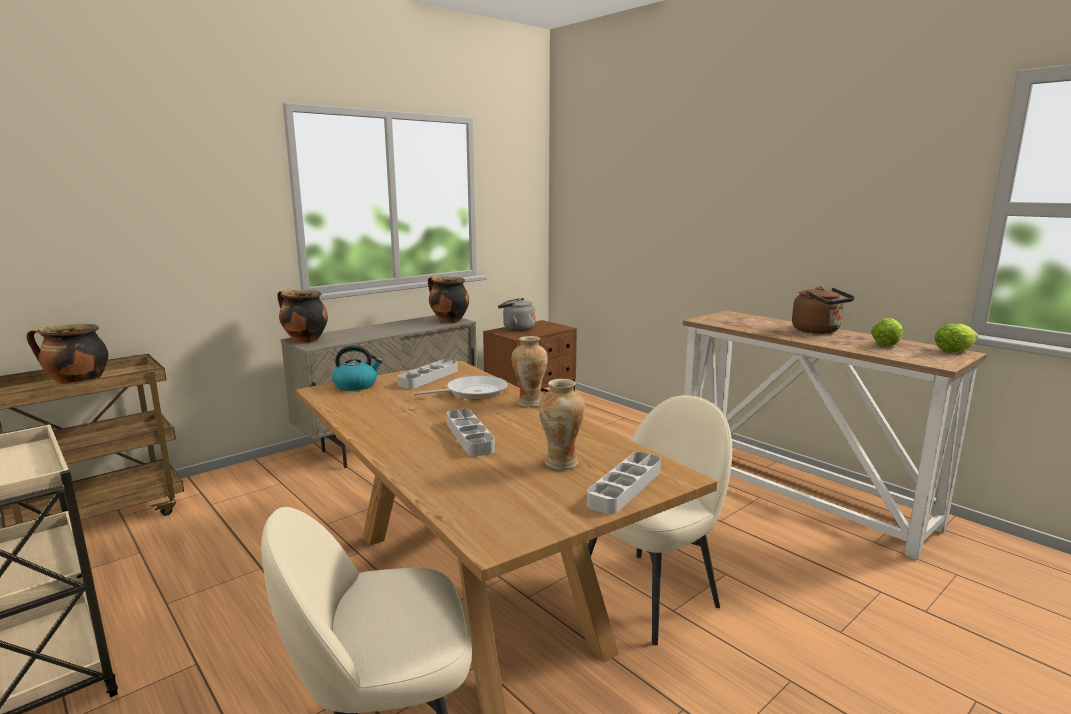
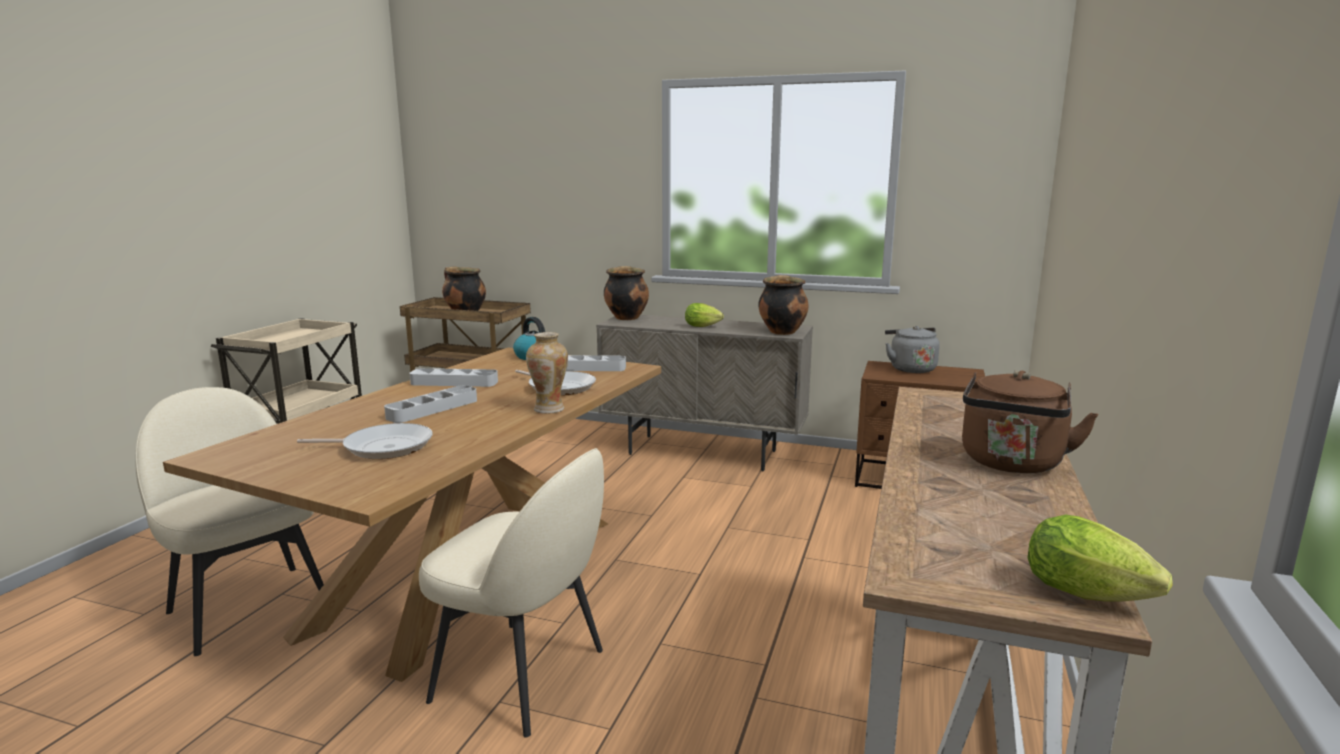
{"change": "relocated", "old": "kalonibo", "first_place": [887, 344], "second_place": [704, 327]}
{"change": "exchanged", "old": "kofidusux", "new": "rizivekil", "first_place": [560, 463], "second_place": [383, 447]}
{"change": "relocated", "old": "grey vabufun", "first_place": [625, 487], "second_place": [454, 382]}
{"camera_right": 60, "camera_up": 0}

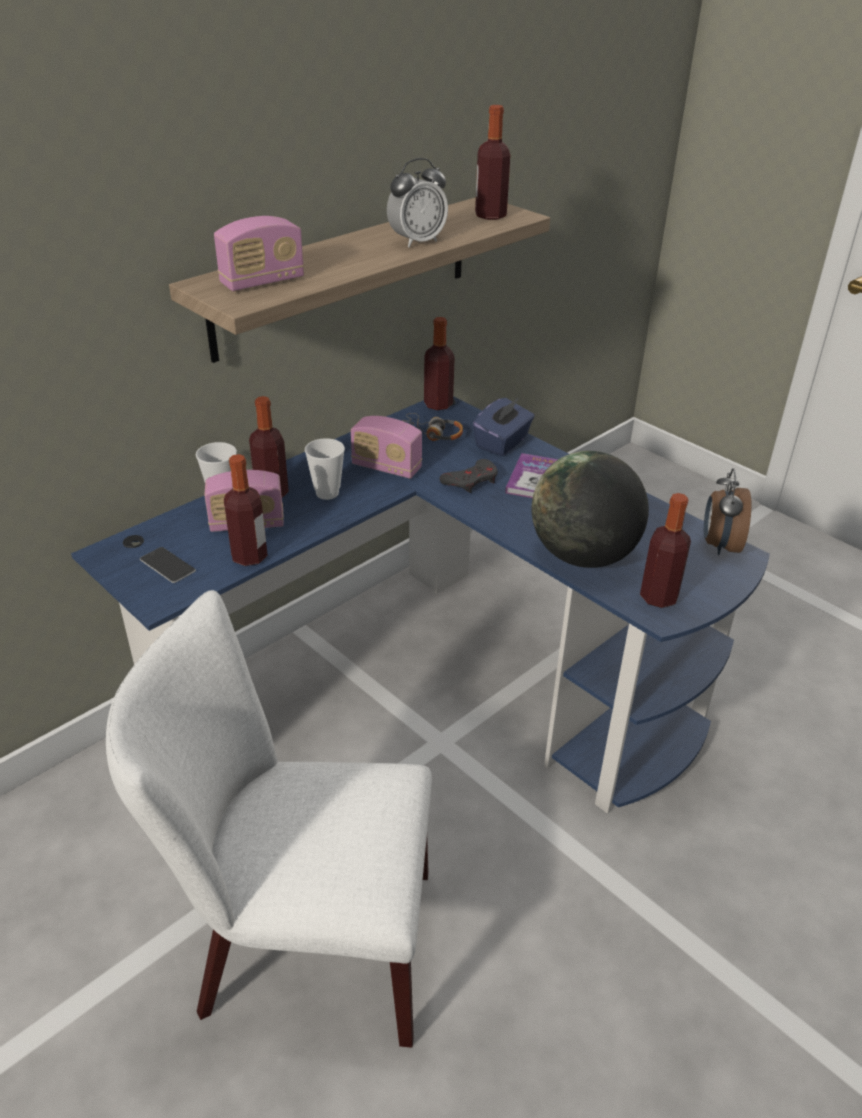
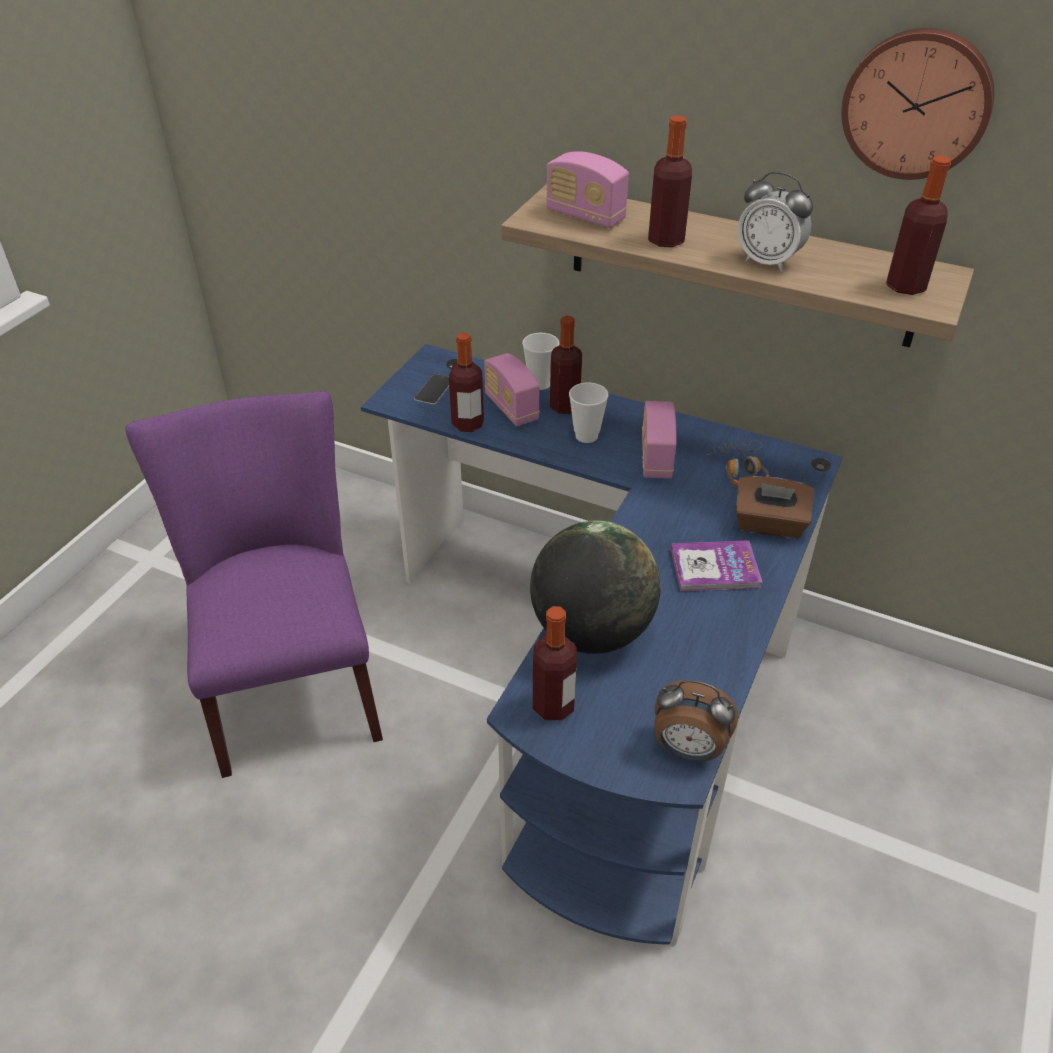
{"change": "relocated", "old": "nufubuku", "first_place": [438, 404], "second_place": [666, 240]}
{"change": "colour", "old": "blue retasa", "new": "brown retasa", "first_place": [502, 443], "second_place": [769, 525]}
{"change": "missing", "old": "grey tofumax", "first_place": [471, 480]}
{"change": "spun", "old": "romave", "first_place": [719, 545], "second_place": [688, 749], "degrees": -150}
{"change": "colour", "old": "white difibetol", "new": "purple difibetol", "first_place": [302, 943], "second_place": [291, 681]}
{"change": "appeared", "new": "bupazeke", "second_place": [917, 103]}
{"camera_right": 70, "camera_up": 5}

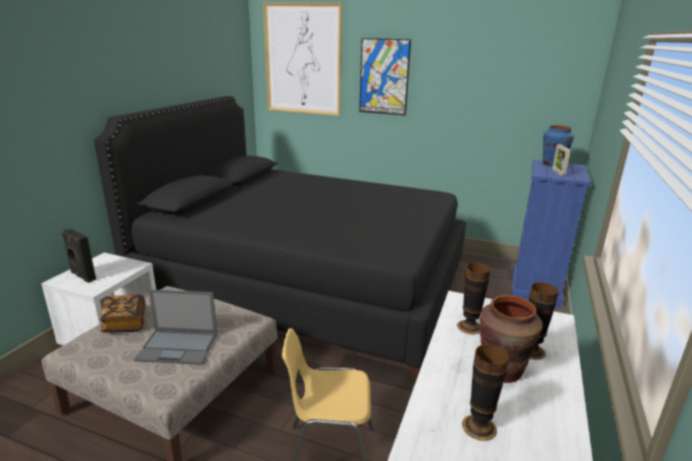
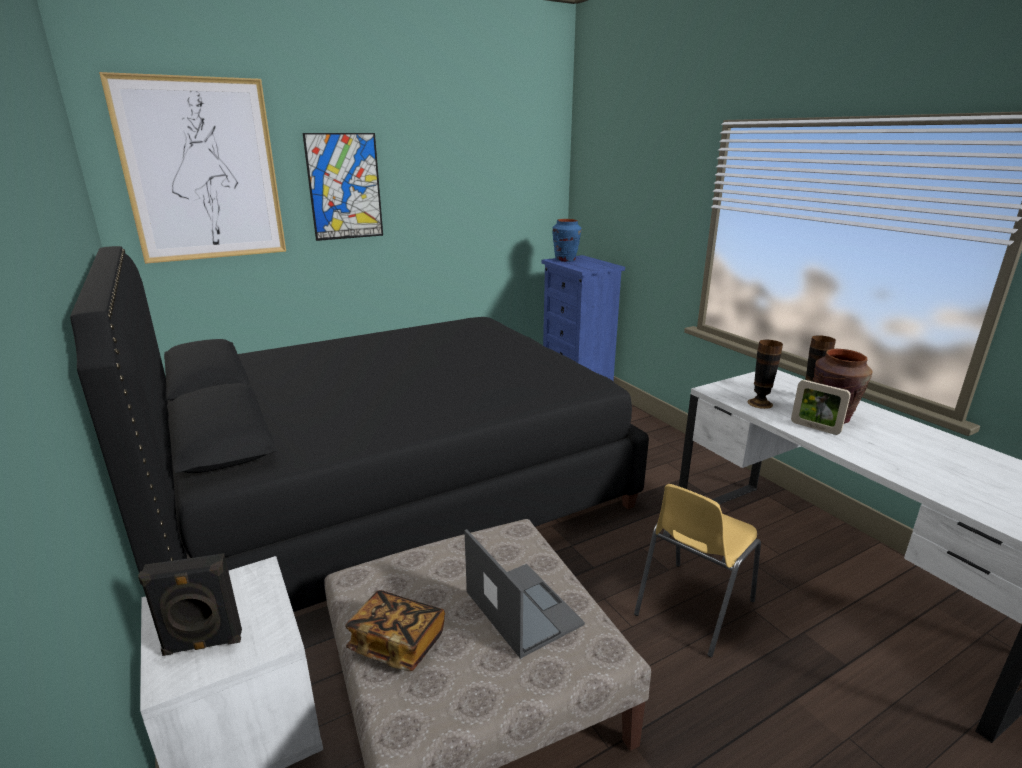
{"change": "relocated", "old": "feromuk", "first_place": [558, 172], "second_place": [815, 428]}
{"change": "spun", "old": "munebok", "first_place": [179, 347], "second_place": [521, 607], "degrees": -75}
{"change": "missing", "old": "kofidusux", "first_place": [479, 427]}
{"camera_right": -50, "camera_up": 0}

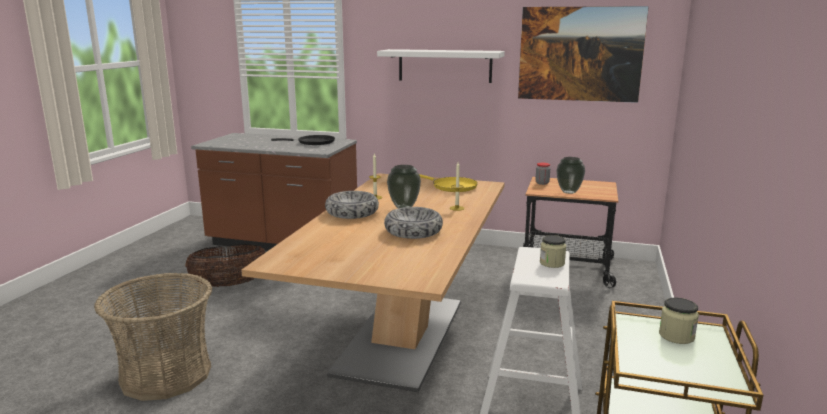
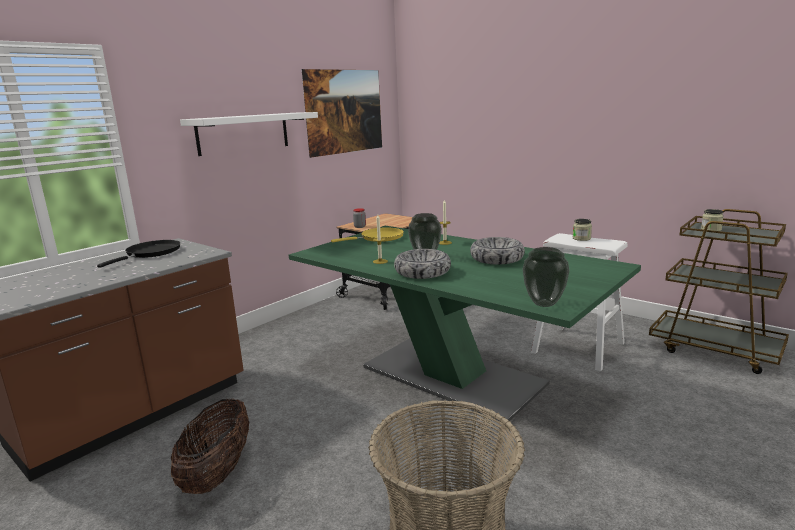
{"change": "relocated", "old": "kofidusux", "first_place": [569, 192], "second_place": [544, 303]}
{"change": "colour", "old": "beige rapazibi", "new": "green rapazibi", "first_place": [401, 337], "second_place": [452, 376]}
{"camera_right": -65, "camera_up": 0}

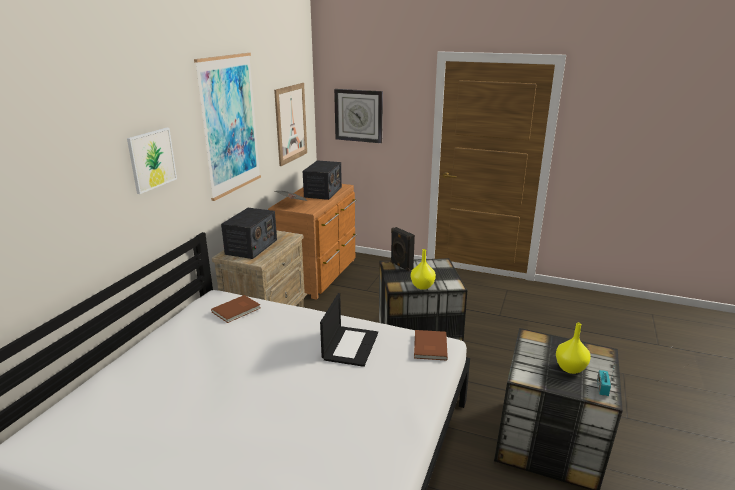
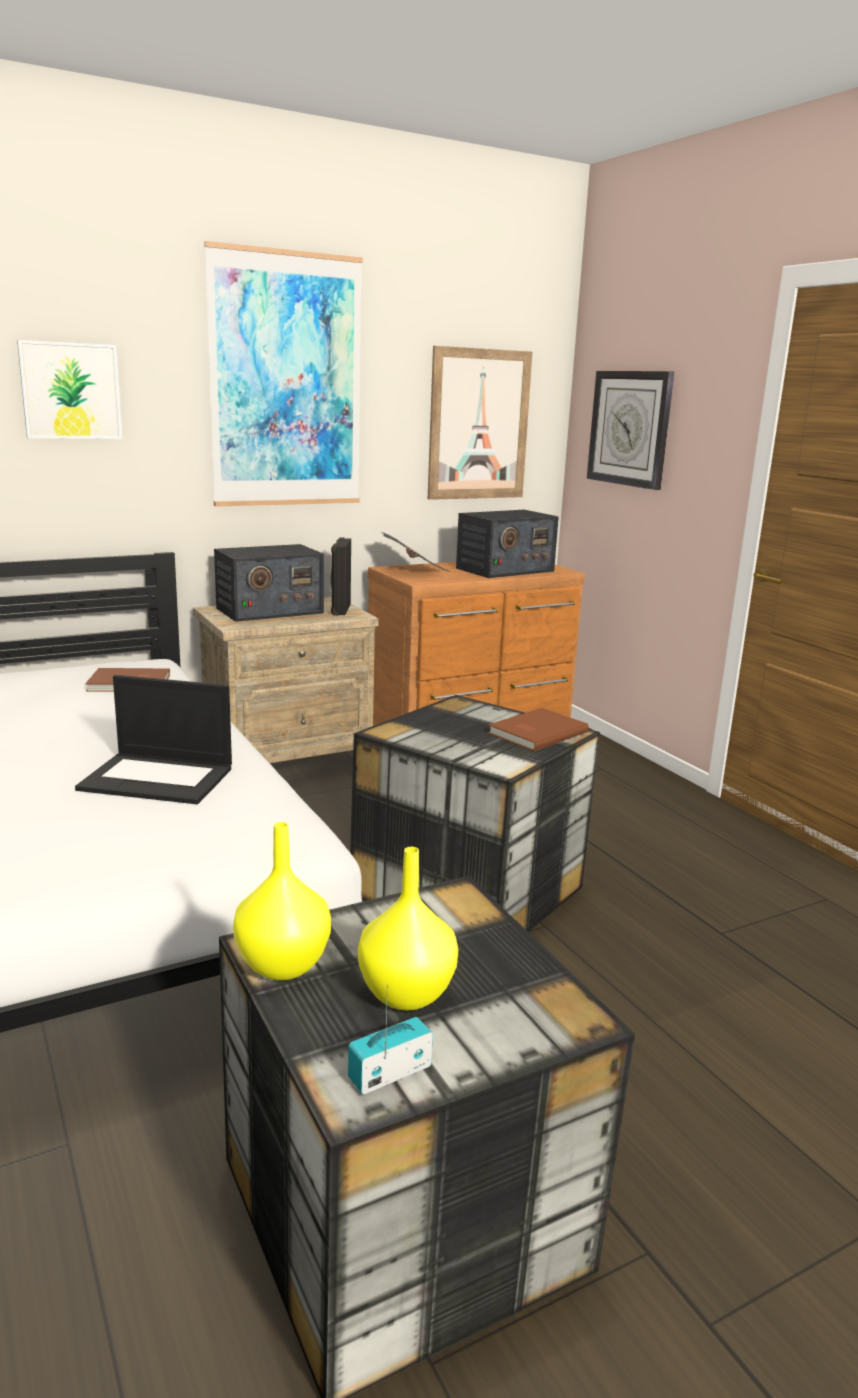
{"change": "relocated", "old": "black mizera", "first_place": [401, 266], "second_place": [340, 609]}
{"change": "relocated", "old": "yellow kofidusux", "first_place": [422, 286], "second_place": [285, 965]}
{"change": "spun", "old": "munebok", "first_place": [350, 345], "second_place": [159, 778], "degrees": 45}
{"change": "relocated", "old": "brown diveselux", "first_place": [429, 347], "second_place": [535, 732]}
{"camera_right": 40, "camera_up": -5}

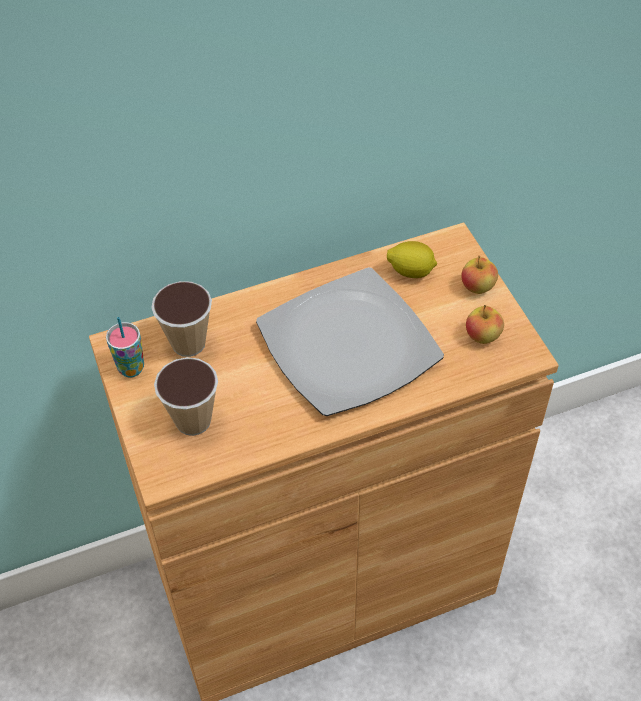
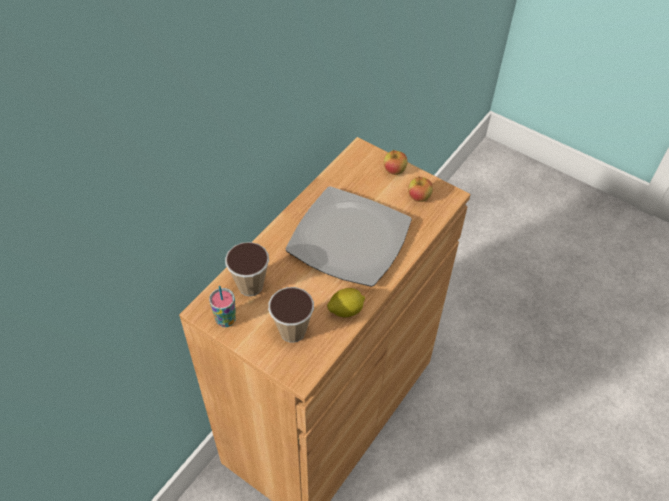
{"change": "relocated", "old": "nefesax", "first_place": [411, 271], "second_place": [345, 310]}
{"camera_right": -35, "camera_up": 0}

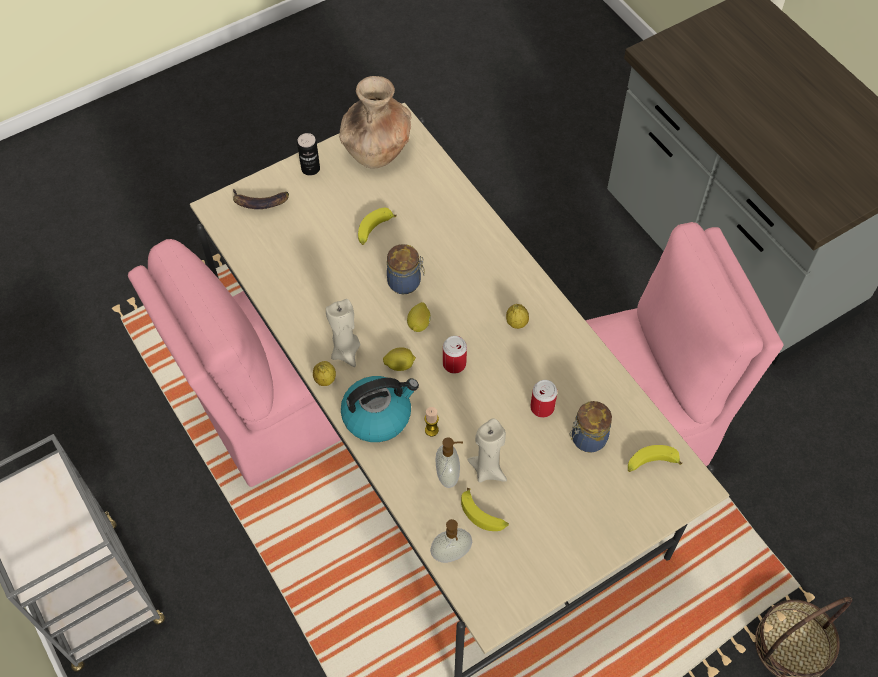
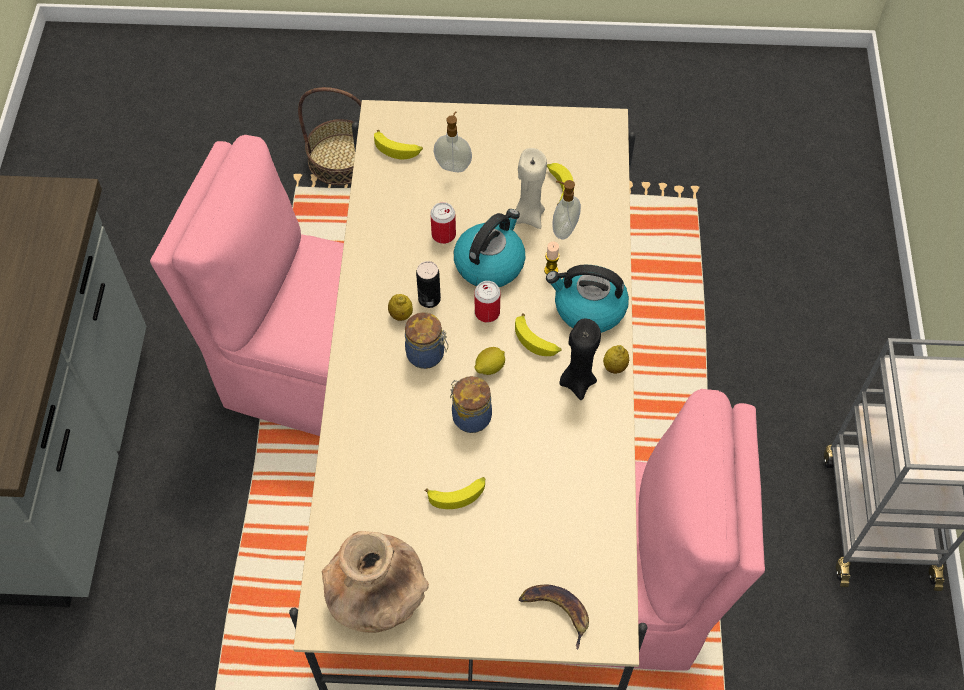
{"change": "relocated", "old": "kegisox", "first_place": [310, 169], "second_place": [429, 299]}
{"change": "colour", "old": "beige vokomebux", "new": "black vokomebux", "first_place": [346, 352], "second_place": [577, 381]}
{"change": "exchanged", "old": "nefesax", "new": "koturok", "first_place": [399, 365], "second_place": [536, 340]}
{"change": "relocated", "old": "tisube", "first_place": [587, 438], "second_place": [427, 355]}
{"change": "relocated", "old": "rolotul", "first_place": [451, 555], "second_place": [453, 165]}
{"change": "appeared", "new": "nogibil", "second_place": [490, 263]}
{"camera_right": -145, "camera_up": 0}

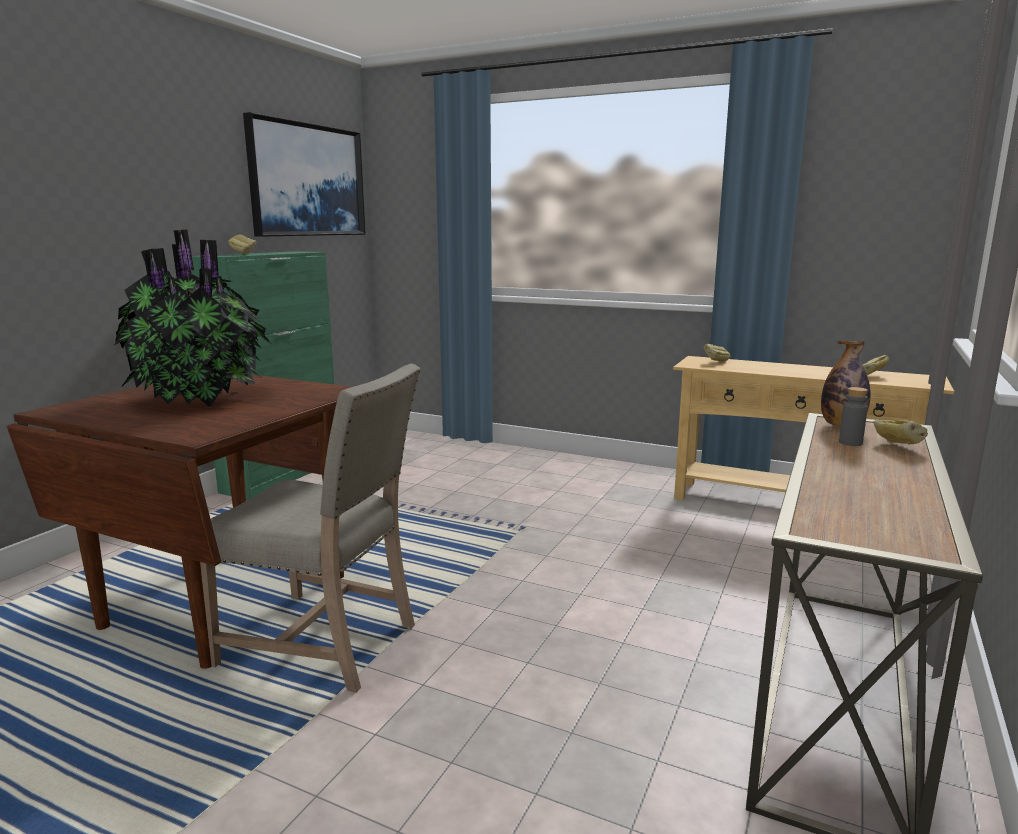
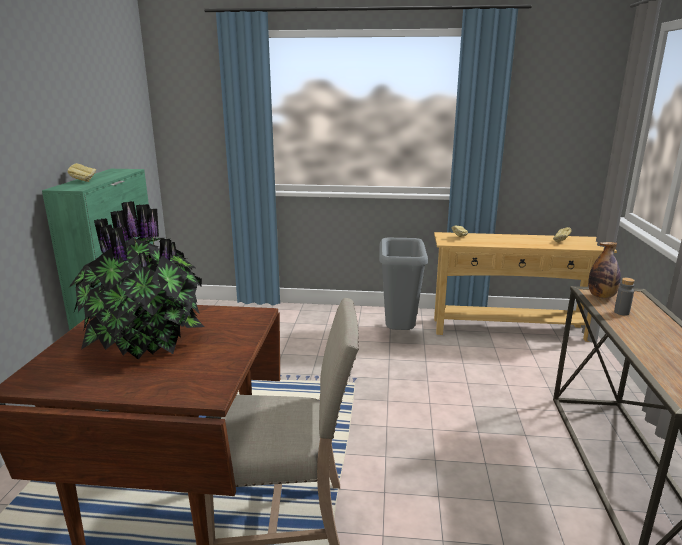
{"change": "missing", "old": "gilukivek", "first_place": [307, 180]}
{"change": "missing", "old": "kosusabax", "first_place": [896, 446]}
{"change": "appeared", "new": "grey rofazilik", "second_place": [398, 332]}
{"camera_right": -20, "camera_up": 5}

